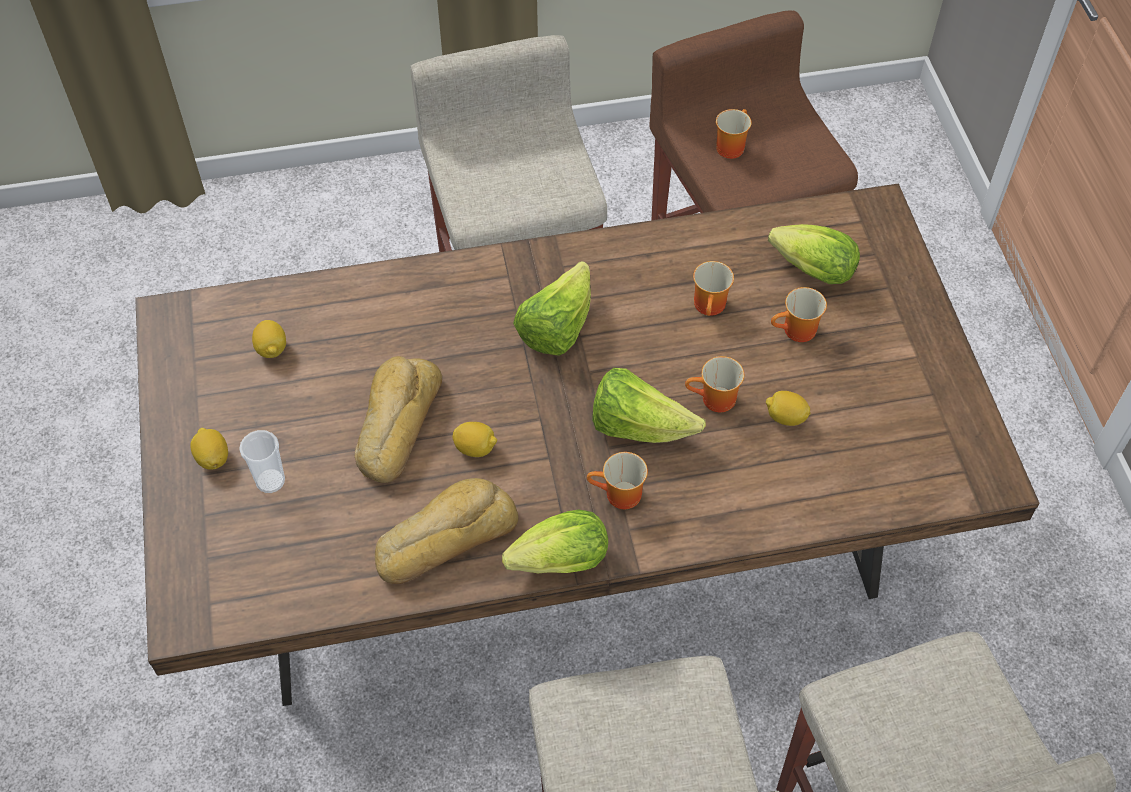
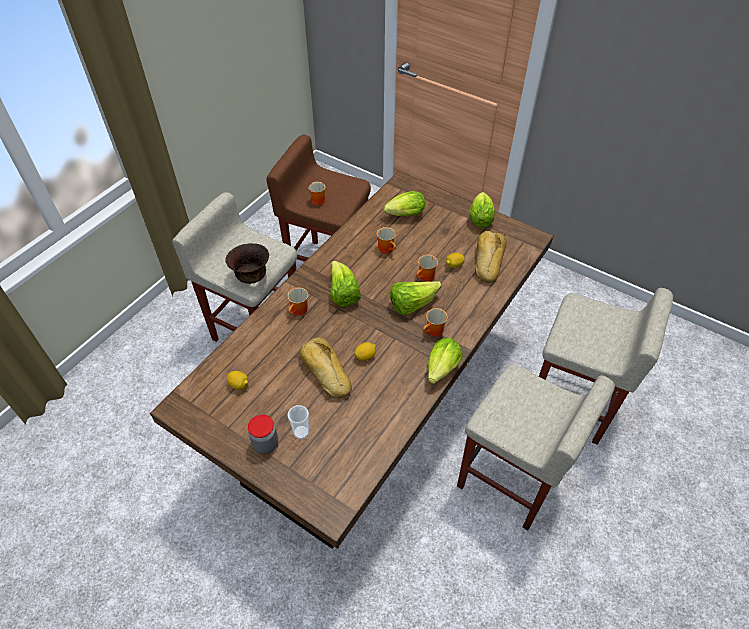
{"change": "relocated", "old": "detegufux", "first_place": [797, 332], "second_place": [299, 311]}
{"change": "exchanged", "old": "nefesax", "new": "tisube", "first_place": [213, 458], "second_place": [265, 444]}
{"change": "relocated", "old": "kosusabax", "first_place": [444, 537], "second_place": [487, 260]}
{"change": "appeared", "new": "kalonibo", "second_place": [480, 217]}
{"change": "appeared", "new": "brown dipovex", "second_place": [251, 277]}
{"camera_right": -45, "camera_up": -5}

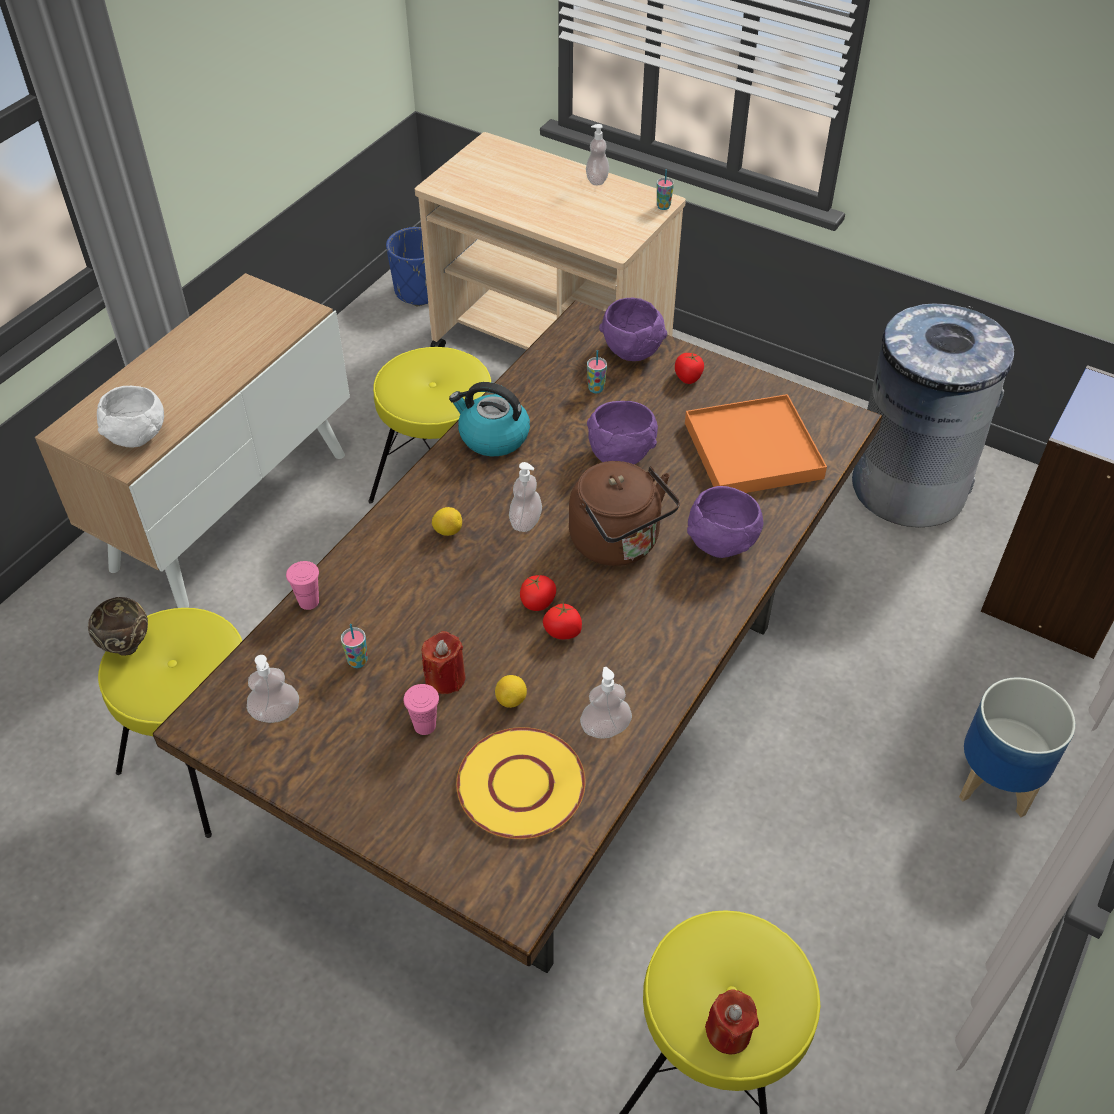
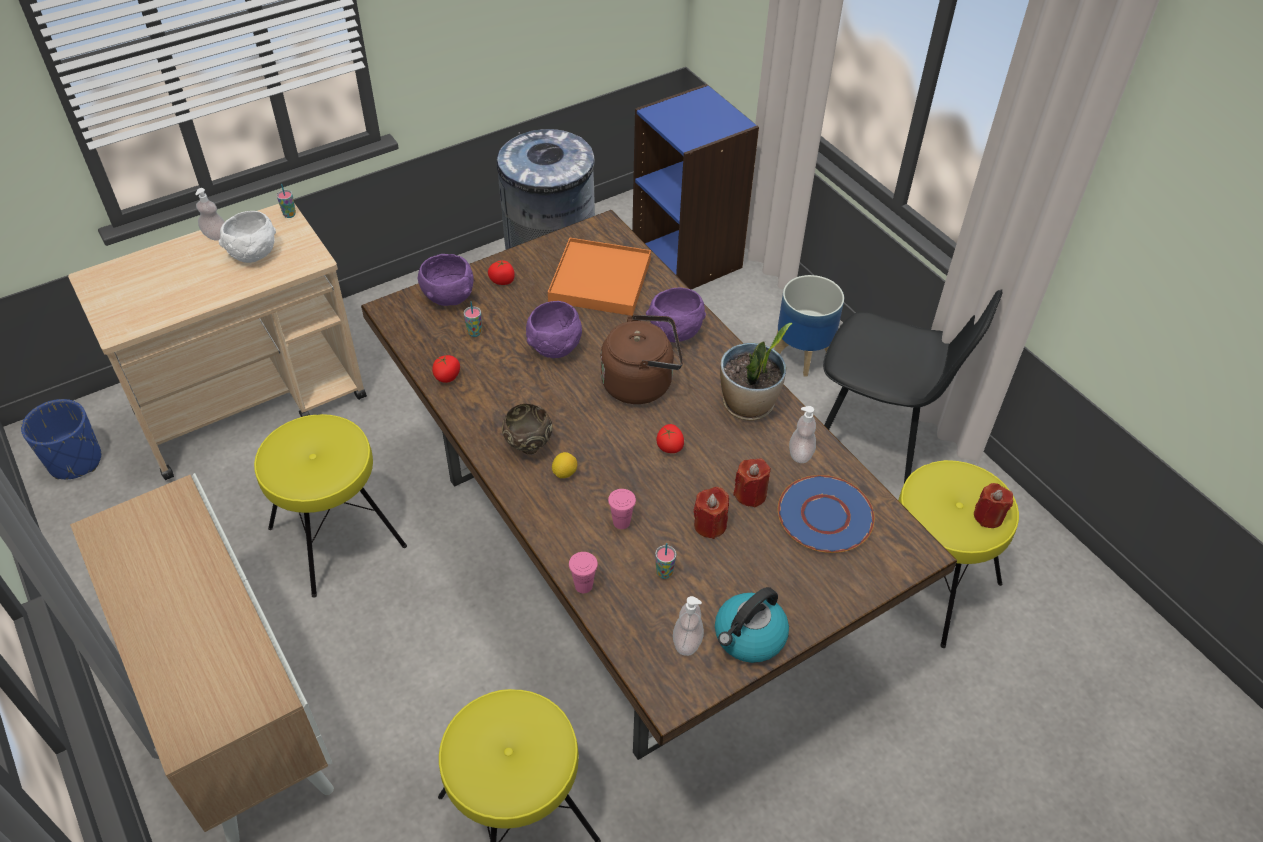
{"change": "relocated", "old": "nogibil", "first_place": [492, 437], "second_place": [749, 637]}
{"change": "relocated", "old": "white dipovex", "first_place": [137, 437], "second_place": [254, 254]}
{"change": "missing", "old": "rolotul", "first_place": [525, 522]}
{"change": "relocated", "old": "brown dipovex", "first_place": [127, 646], "second_place": [528, 447]}
{"change": "relocated", "old": "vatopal", "first_place": [563, 631], "second_place": [447, 376]}
{"change": "exchanged", "old": "nefesax", "new": "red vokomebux", "first_place": [511, 700], "second_place": [750, 494]}
{"change": "relocated", "old": "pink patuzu", "first_place": [425, 725], "second_place": [621, 522]}
{"change": "colour", "old": "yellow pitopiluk", "new": "blue pitopiluk", "first_place": [520, 785], "second_place": [825, 516]}
{"change": "appeared", "new": "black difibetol", "second_place": [879, 438]}
{"change": "appeared", "new": "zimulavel", "second_place": [748, 405]}
{"camera_right": -65, "camera_up": 0}

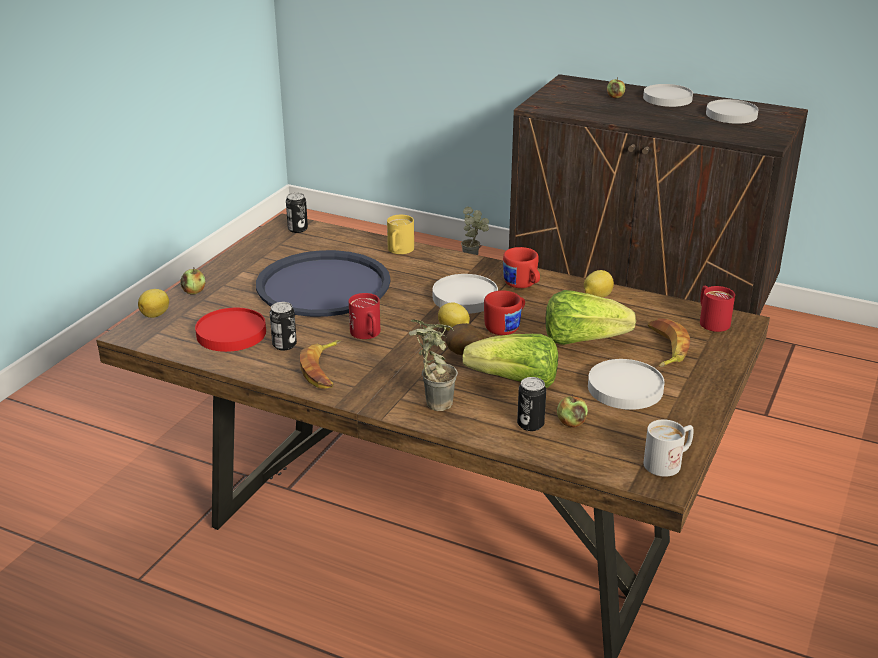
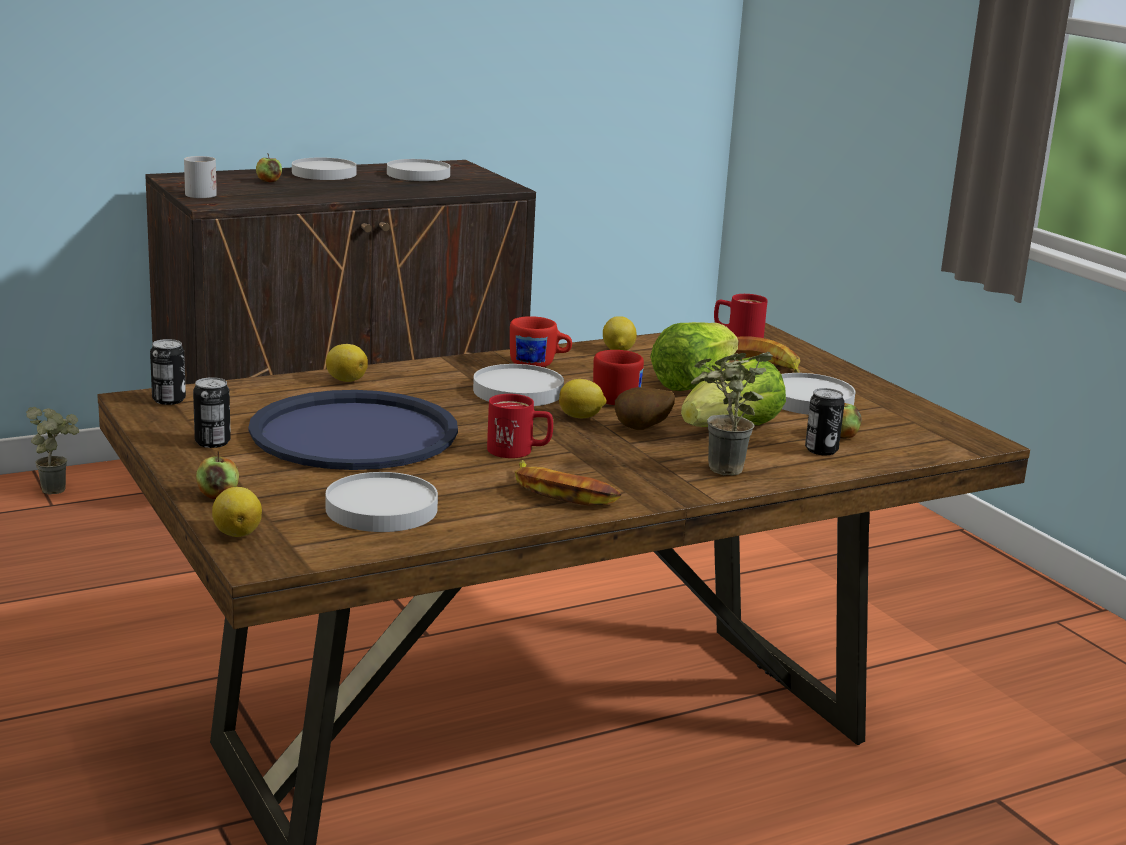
{"change": "exchanged", "old": "yellow detegufux", "new": "nefesax", "first_place": [399, 251], "second_place": [345, 380]}
{"change": "relocated", "old": "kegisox", "first_place": [284, 345], "second_place": [212, 442]}
{"change": "colour", "old": "red pitopiluk", "new": "white pitopiluk", "first_place": [230, 333], "second_place": [381, 509]}
{"change": "relocated", "old": "white detegufux", "first_place": [668, 462], "second_place": [203, 193]}
{"camera_right": -55, "camera_up": -10}

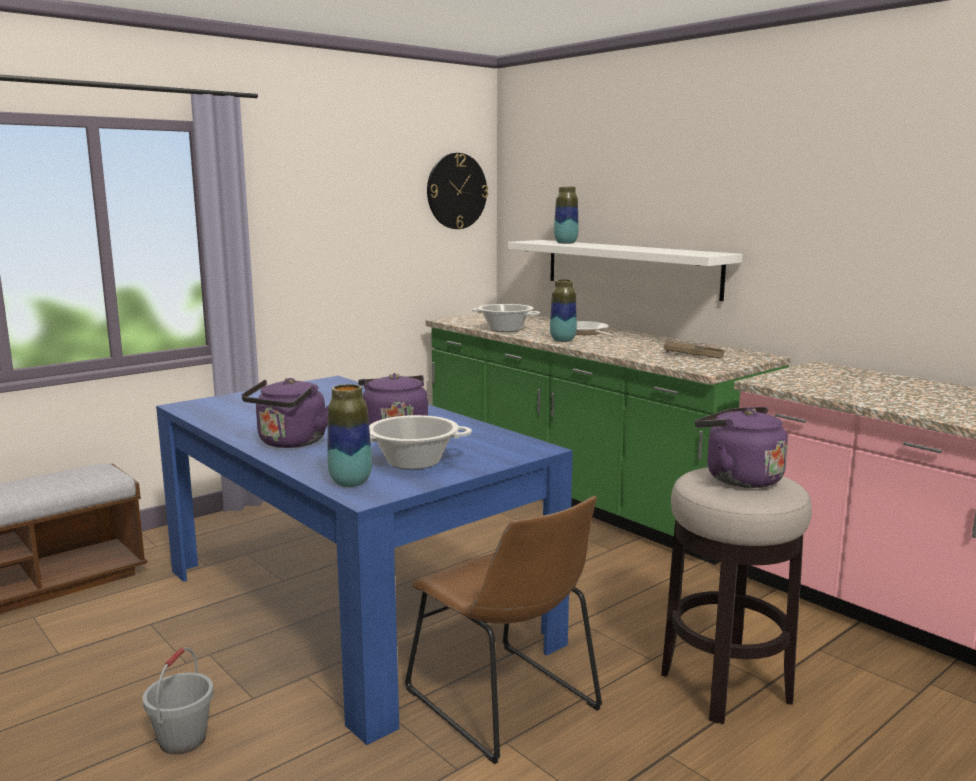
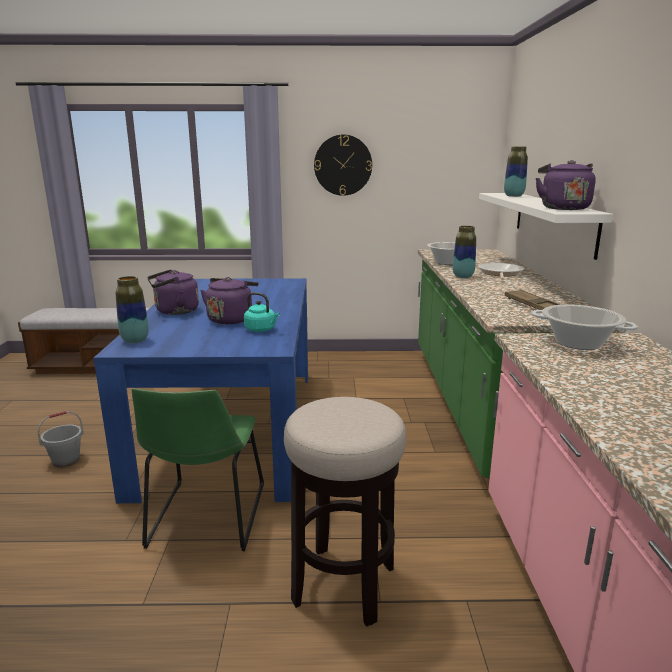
{"change": "relocated", "old": "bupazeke", "first_place": [456, 191], "second_place": [343, 165]}
{"change": "relocated", "old": "purple nogibil", "first_place": [738, 478], "second_place": [562, 208]}
{"change": "relocated", "old": "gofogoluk", "first_place": [413, 461], "second_place": [578, 343]}
{"change": "colour", "old": "brown difibetol", "new": "green difibetol", "first_place": [506, 703], "second_place": [206, 518]}
{"change": "appeared", "new": "turquoise nogibil", "second_place": [261, 330]}
{"camera_right": 40, "camera_up": 5}

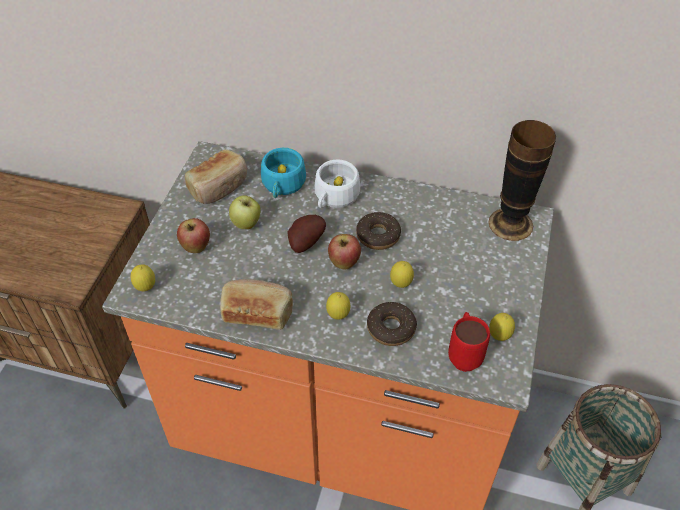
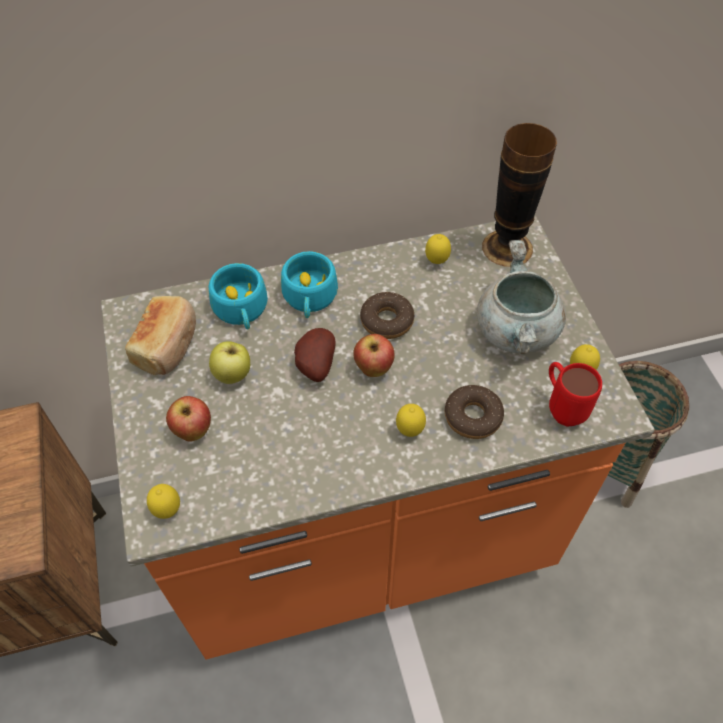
{"change": "colour", "old": "white patuzu", "new": "turquoise patuzu", "first_place": [334, 197], "second_place": [309, 299]}
{"change": "relocated", "old": "nefesax", "first_place": [400, 285], "second_place": [436, 261]}
{"change": "missing", "old": "kosusabax", "first_place": [257, 312]}
{"change": "appeared", "new": "grey gofogoluk", "second_place": [517, 332]}
{"camera_right": -30, "camera_up": 5}

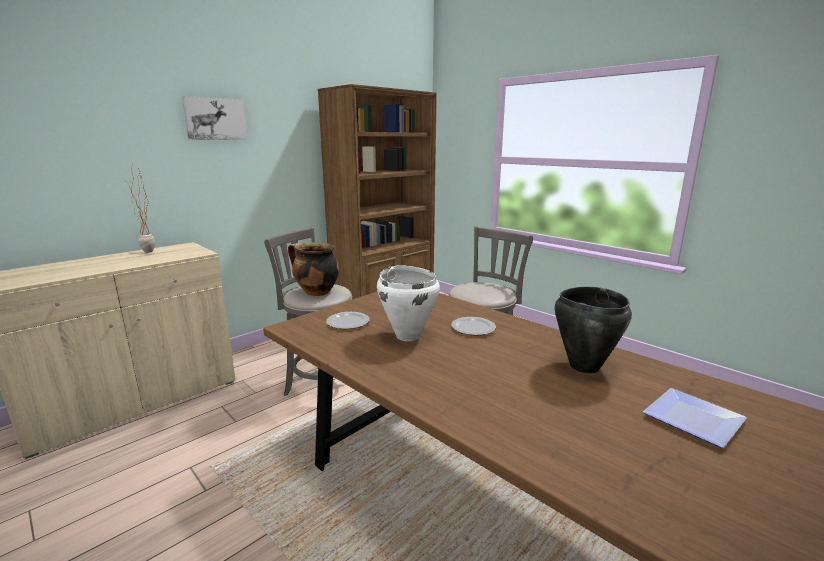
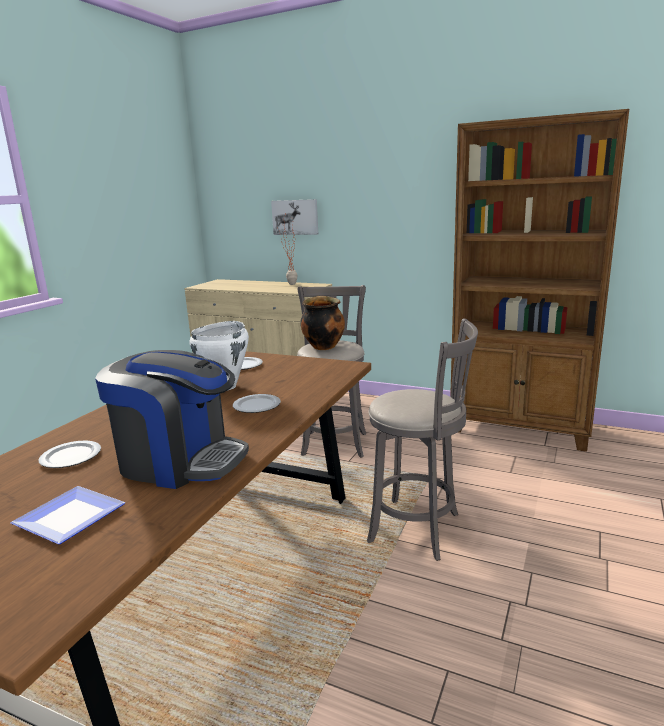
{"change": "relocated", "old": "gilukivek", "first_place": [215, 119], "second_place": [295, 217]}
{"change": "exchanged", "old": "black gofogoluk", "new": "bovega", "first_place": [583, 366], "second_place": [180, 461]}
{"change": "appeared", "new": "pitopiluk", "second_place": [70, 457]}
{"camera_right": 70, "camera_up": 0}

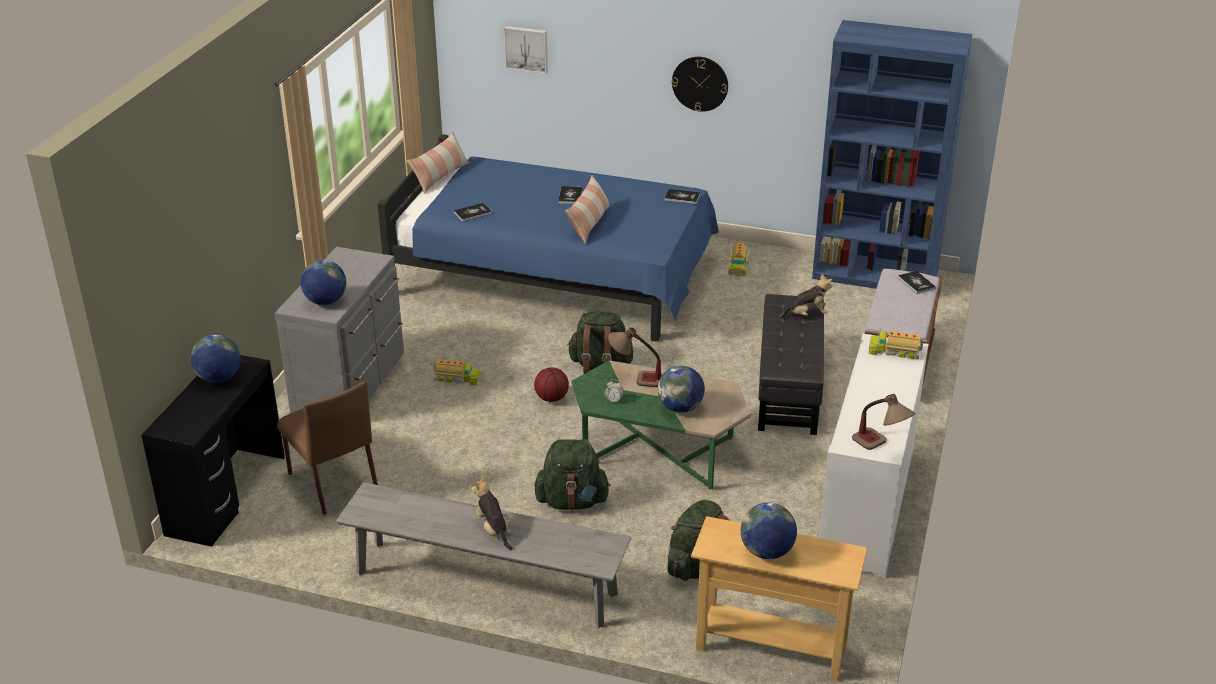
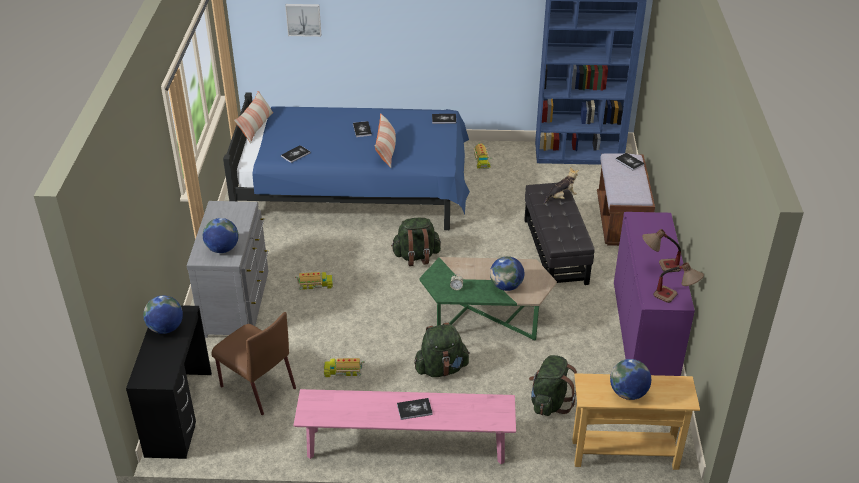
{"change": "missing", "old": "bupazeke", "first_place": [700, 83]}
{"change": "relocated", "old": "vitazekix", "first_place": [634, 379], "second_place": [658, 267]}
{"change": "relocated", "old": "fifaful", "first_place": [894, 351], "second_place": [343, 370]}
{"change": "colour", "old": "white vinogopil", "new": "purple vinogopil", "first_place": [866, 505], "second_place": [644, 332]}
{"change": "missing", "old": "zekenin", "first_place": [552, 398]}
{"change": "exchanged", "old": "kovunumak", "new": "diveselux", "first_place": [493, 530], "second_place": [414, 409]}
{"change": "colour", "old": "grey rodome", "new": "pink rodome", "first_place": [485, 583], "second_place": [406, 446]}
{"camera_right": -15, "camera_up": 5}

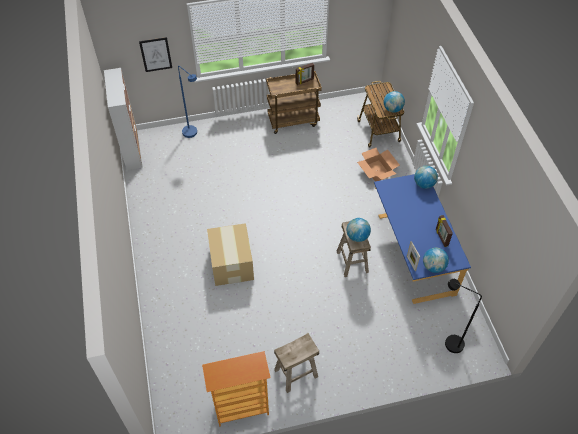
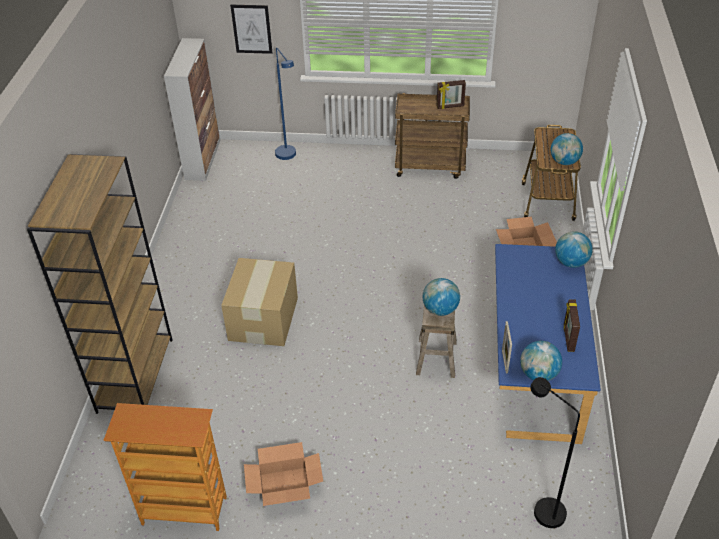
{"change": "exchanged", "old": "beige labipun", "new": "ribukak", "first_place": [296, 373], "second_place": [284, 485]}
{"change": "appeared", "new": "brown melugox", "second_place": [135, 374]}
{"camera_right": 20, "camera_up": -10}

